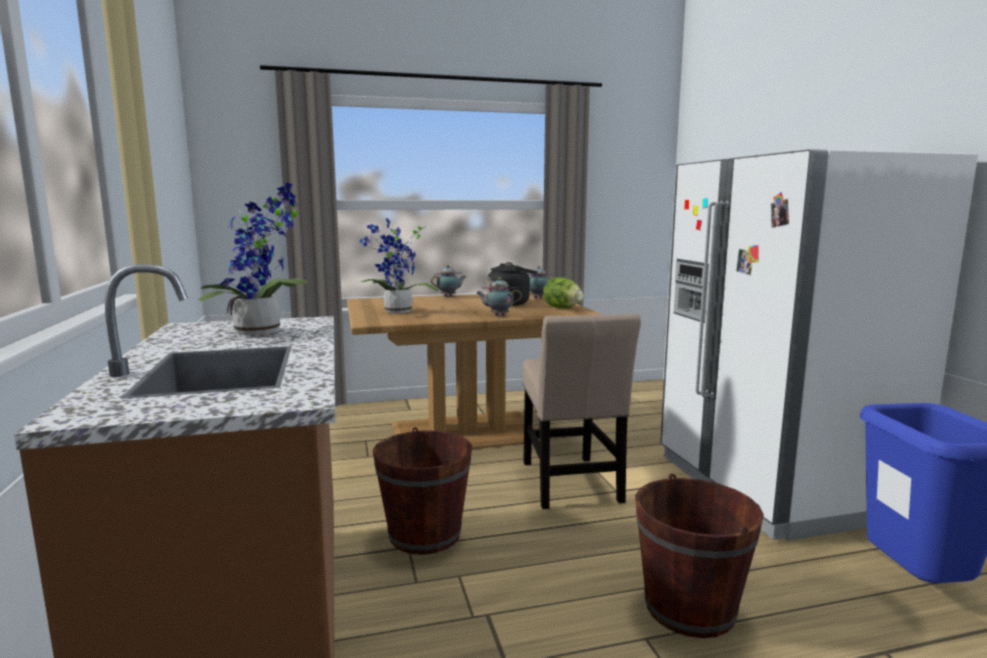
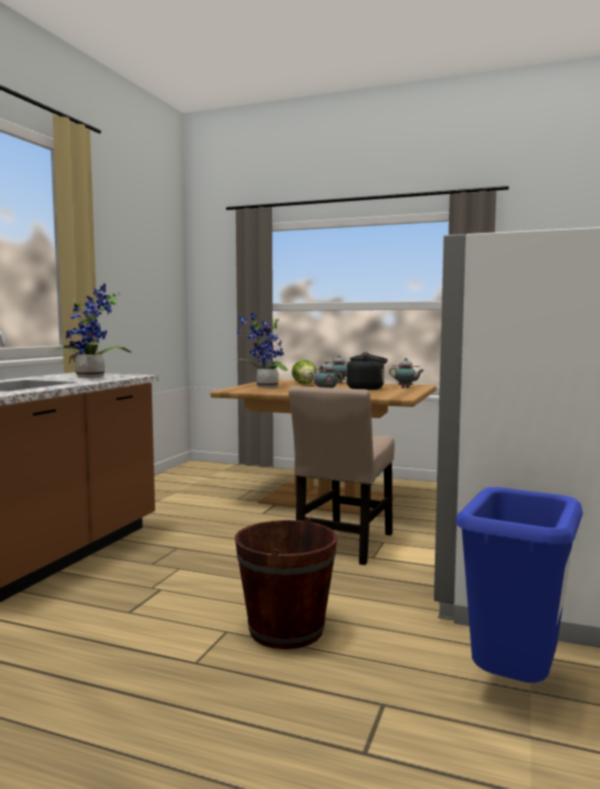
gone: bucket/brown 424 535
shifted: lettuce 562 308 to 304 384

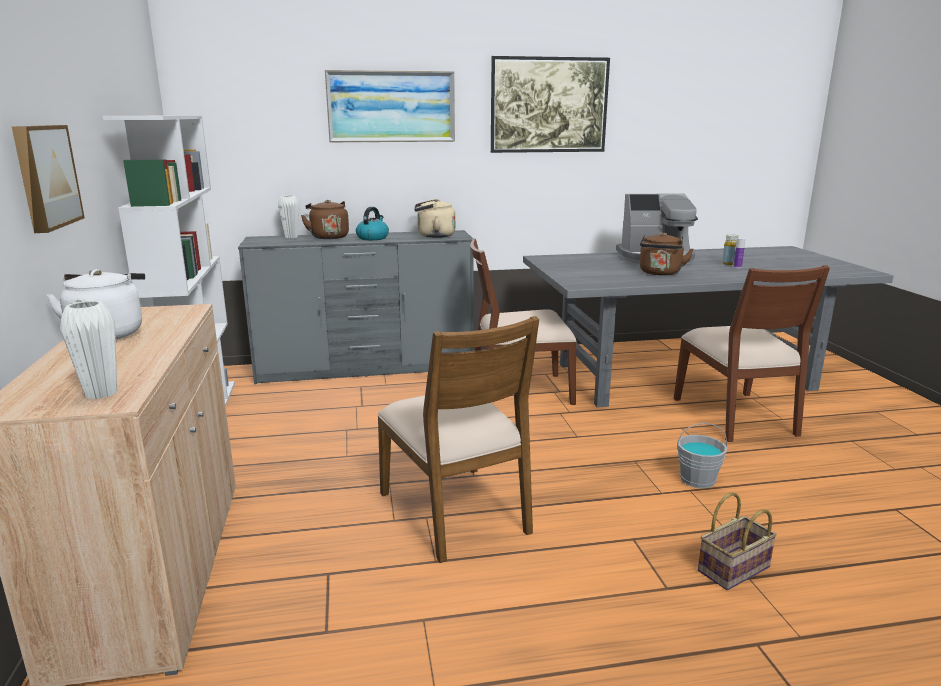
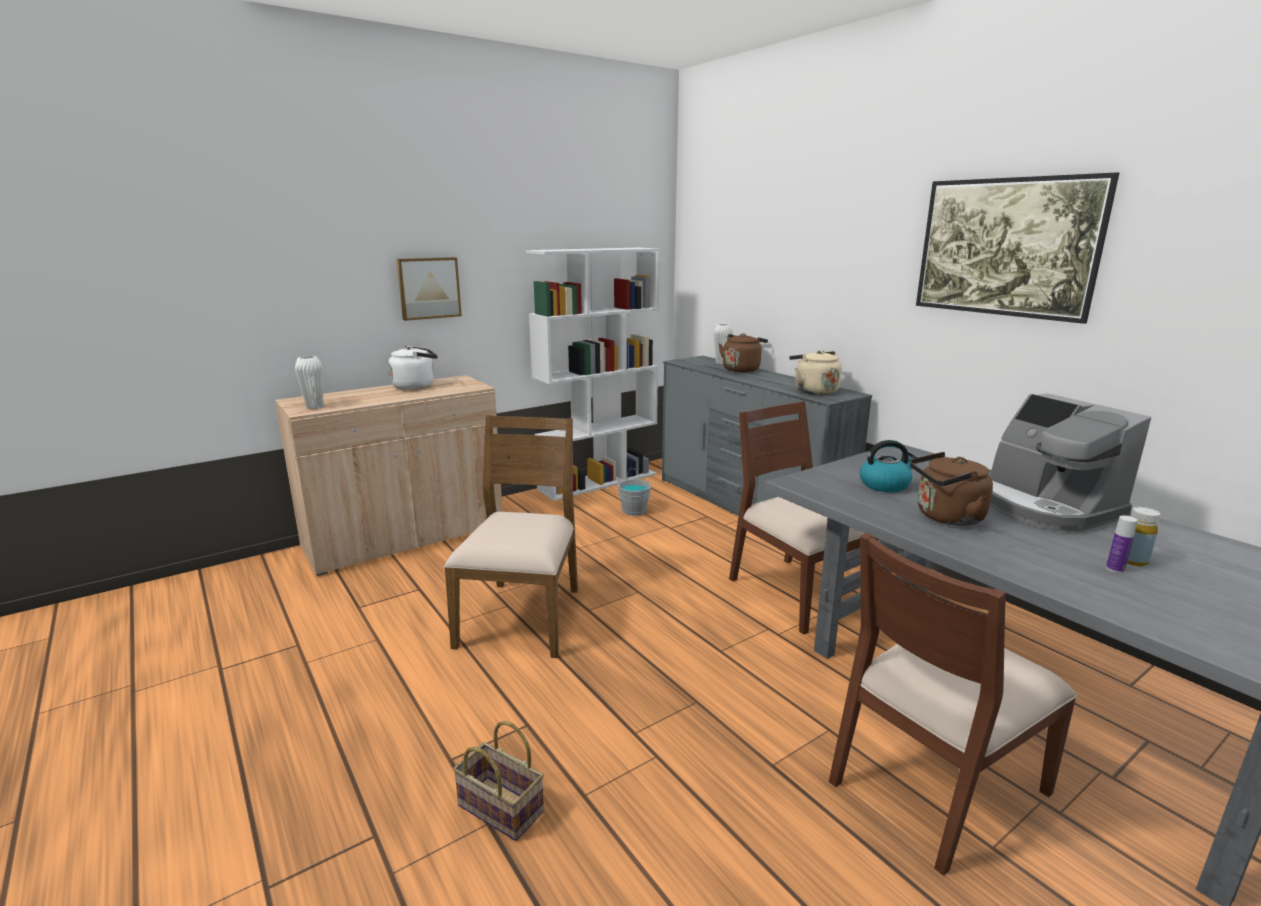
gone: picture 391 106
shifted: kettle 372 238 to 885 485; bucket/grey 697 479 to 634 510
rotated: chair/brown 456 512 = 522 616 150 degrees clockwise

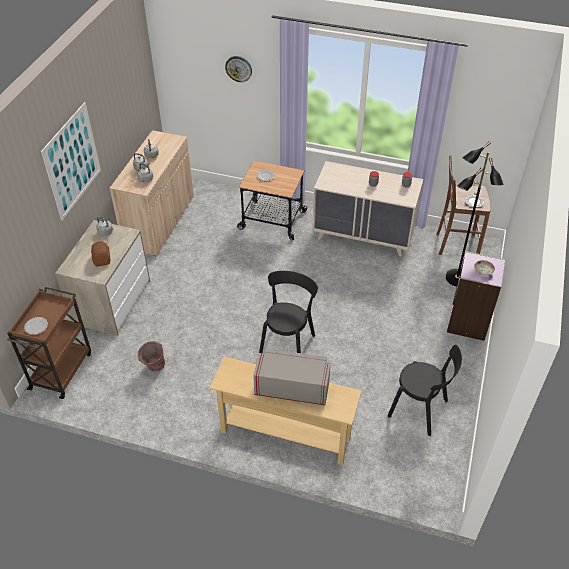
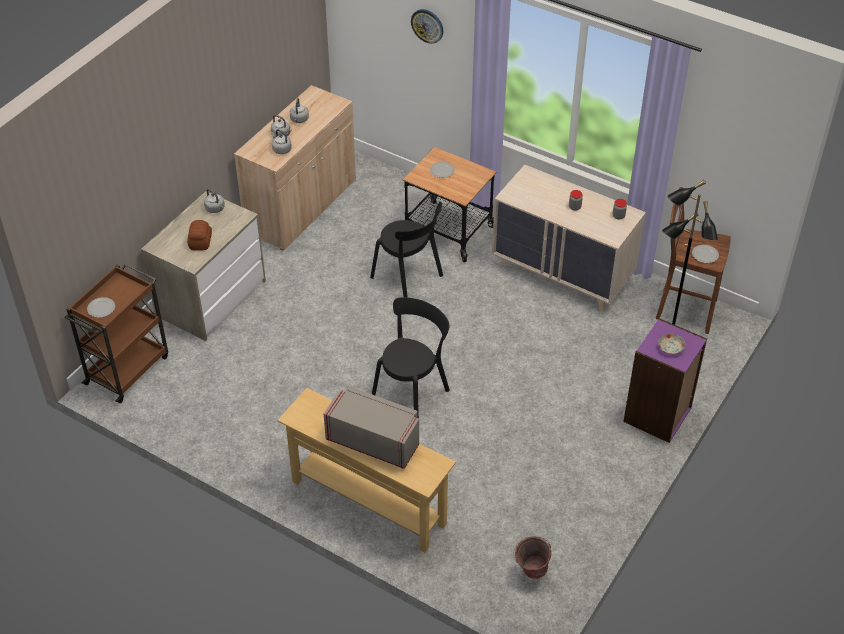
gone: picture 72 161
shifted: bucket 153 368 to 530 572; chair/black 420 410 to 409 278

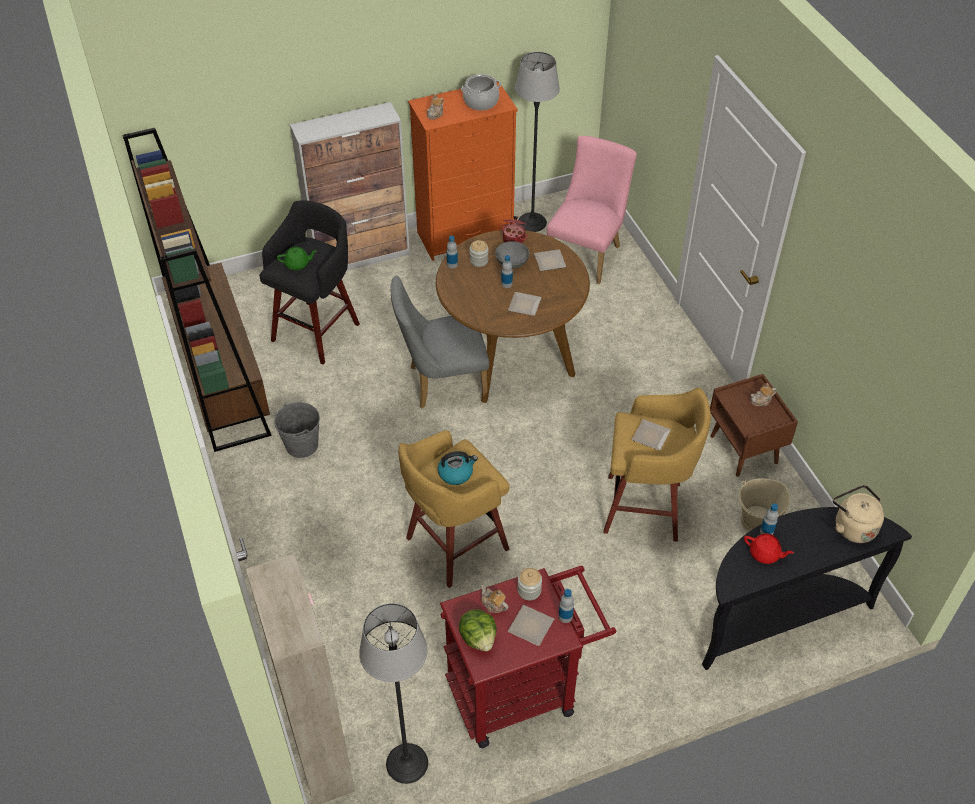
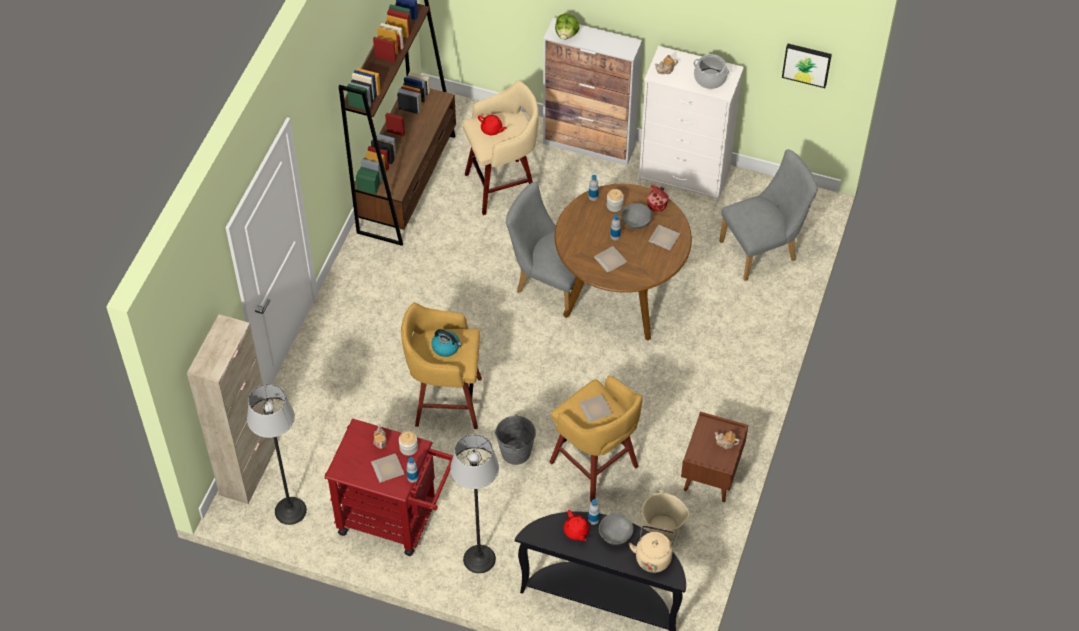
new: bowl/grey 615 535; picture 807 64
shifted: bucket/grey 301 445 to 515 452; lettuce 478 638 to 566 34; floor lamp 532 222 to 479 559
repainted: stool/black 317 330 to stool/beige 503 186; teapot/green 297 264 to teapot/red 492 129; dresser/orange 466 236 to dresser/white 685 176; chair/pink 587 253 to chair/grey 763 250

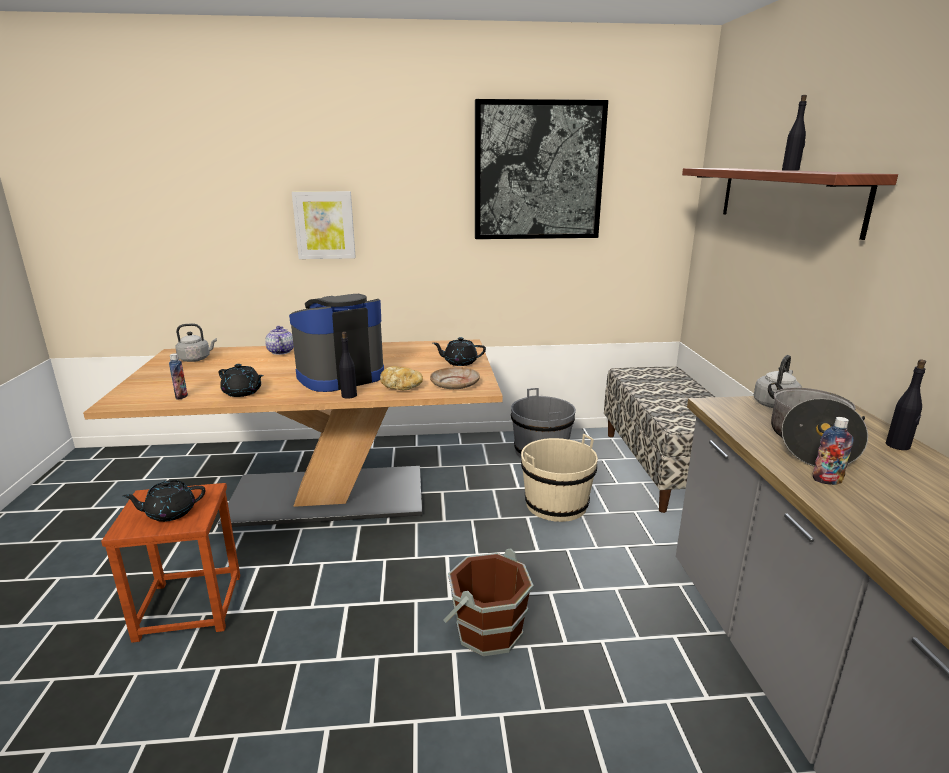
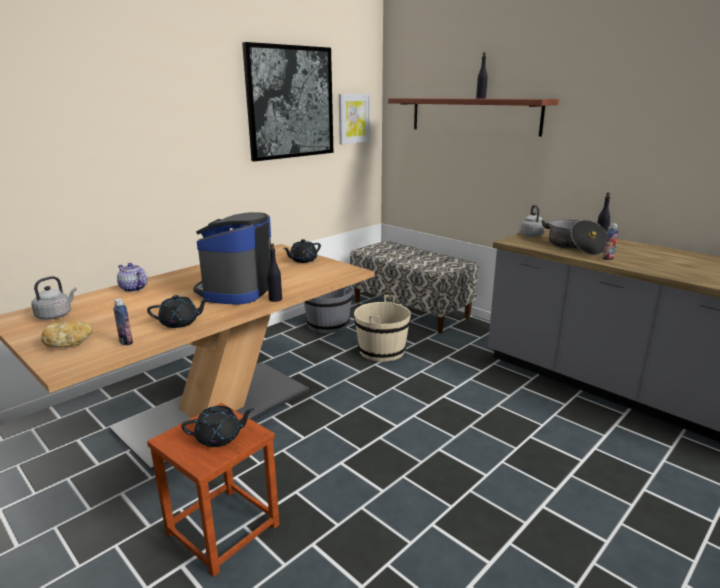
gone: plate/beige 455 384; bucket/brown 487 630
shifted: picture 324 225 to 353 118; bread 402 387 to 69 343
rotated: teapot/black 170 513 = 219 437 135 degrees counterclockwise

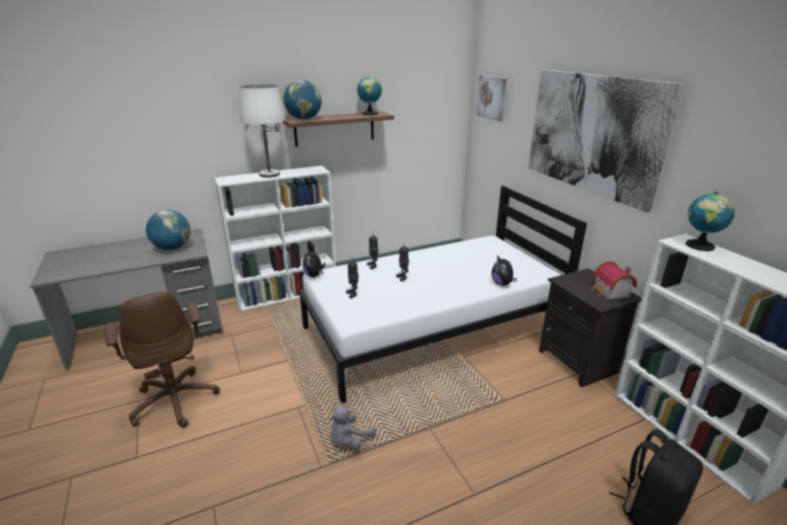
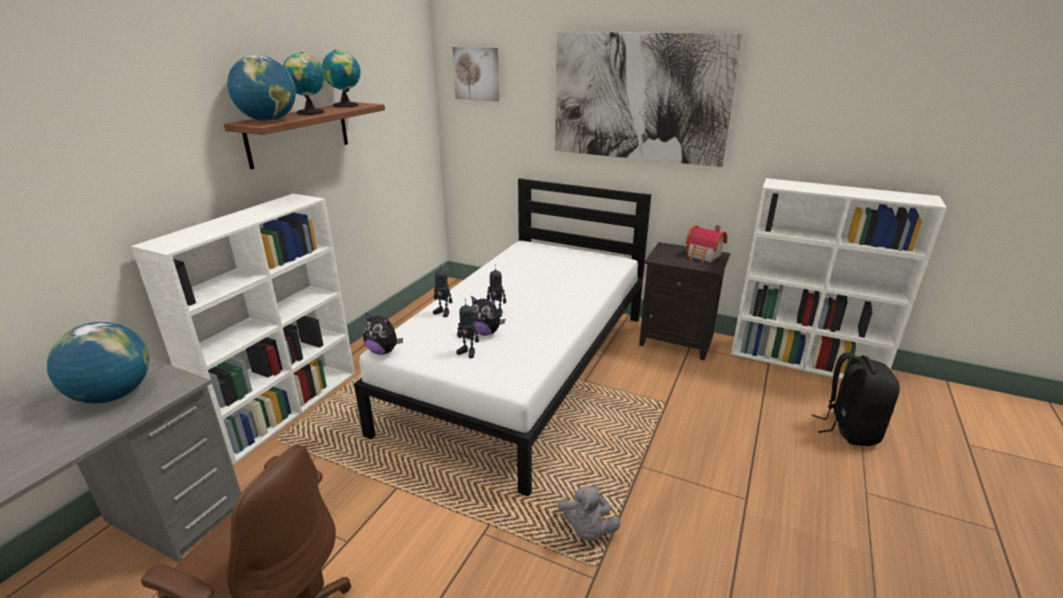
gone: table lamp/white 269 175
shifted: plush toy 502 284 to 485 332; globe 700 246 to 310 113

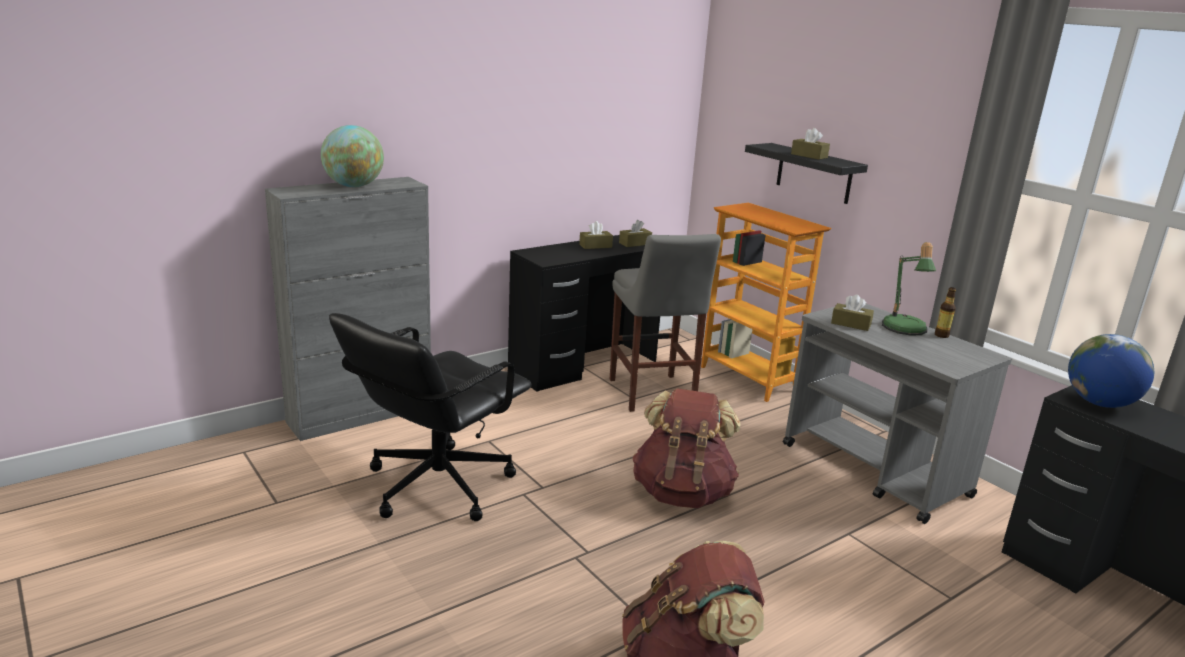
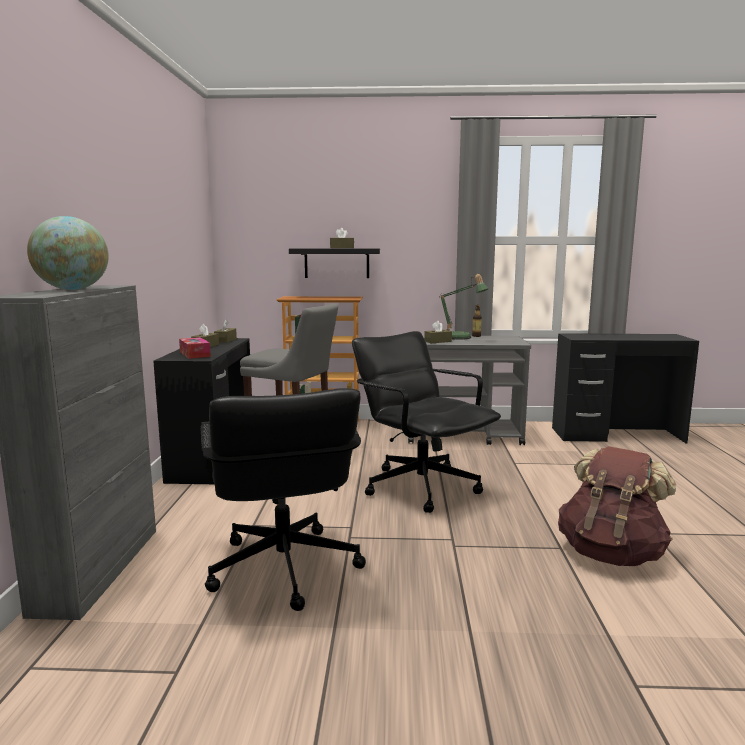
gone: globe 1100 403
new: tissue box 195 354
swapped: backpack/brown 682 493 to office chair/black 421 486

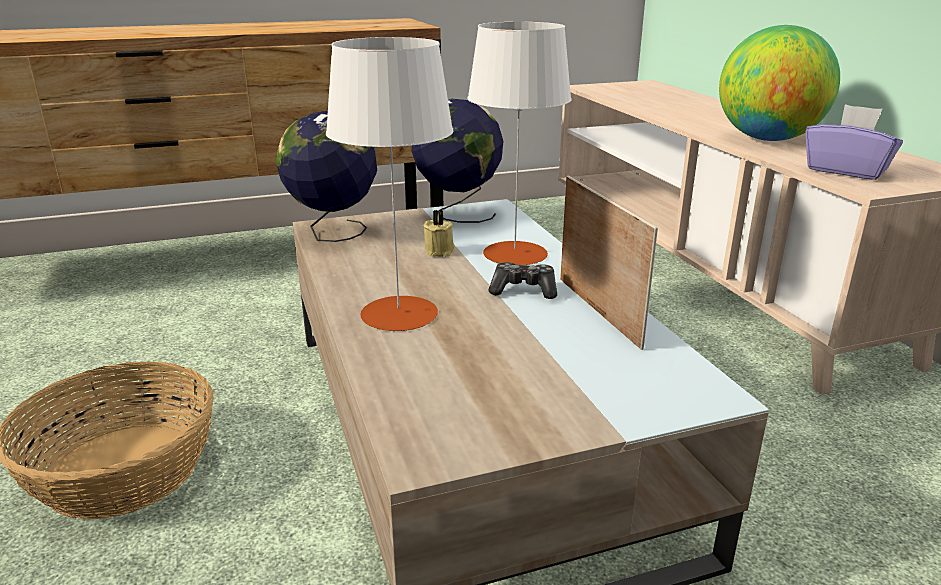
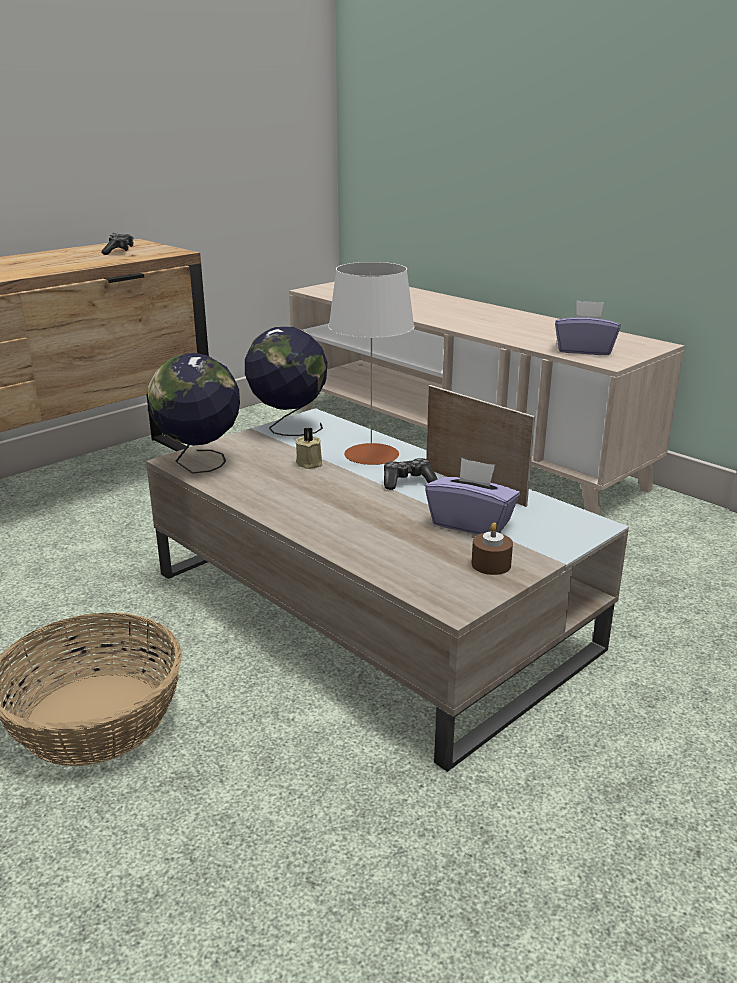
gone: table lamp/white 398 313; globe 768 139
new: game controller 119 251; tissue box/purple 471 523; candle/brown 491 564

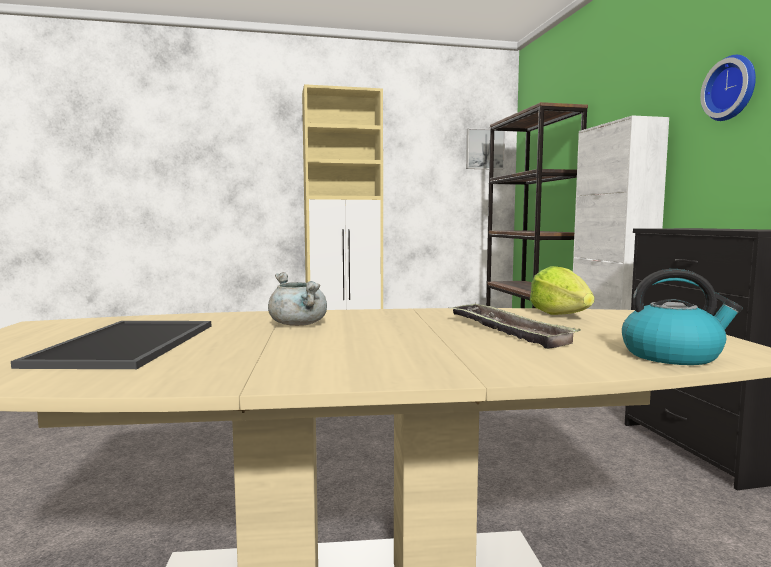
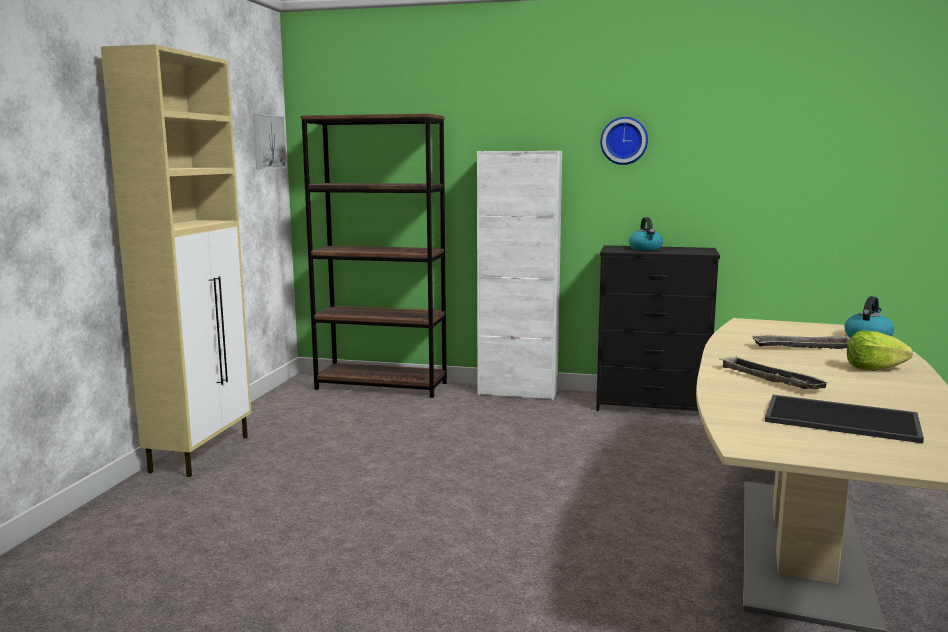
new: kettle 645 249
shifted: lettuce 560 314 to 873 368
swapped: cooking pot/grey 299 324 to tray 770 379

